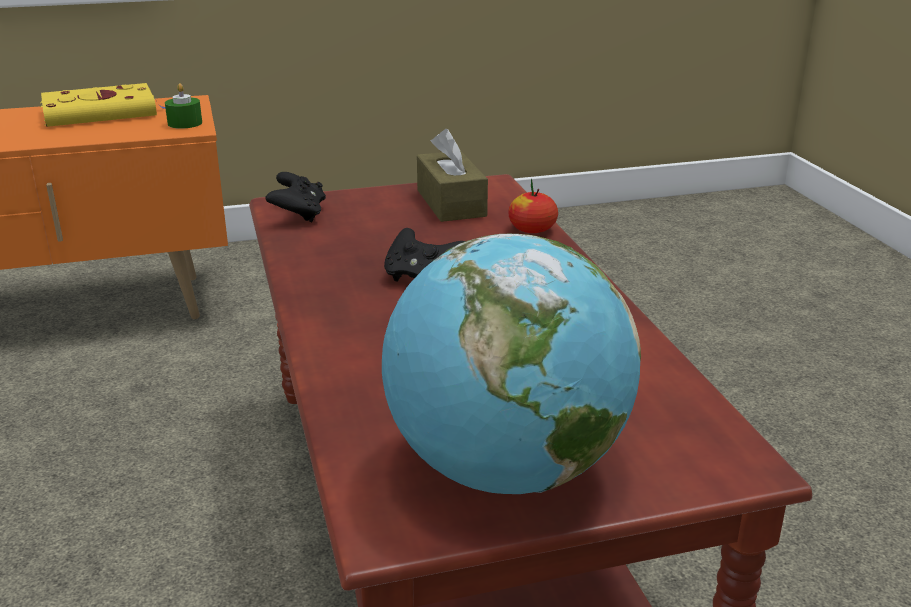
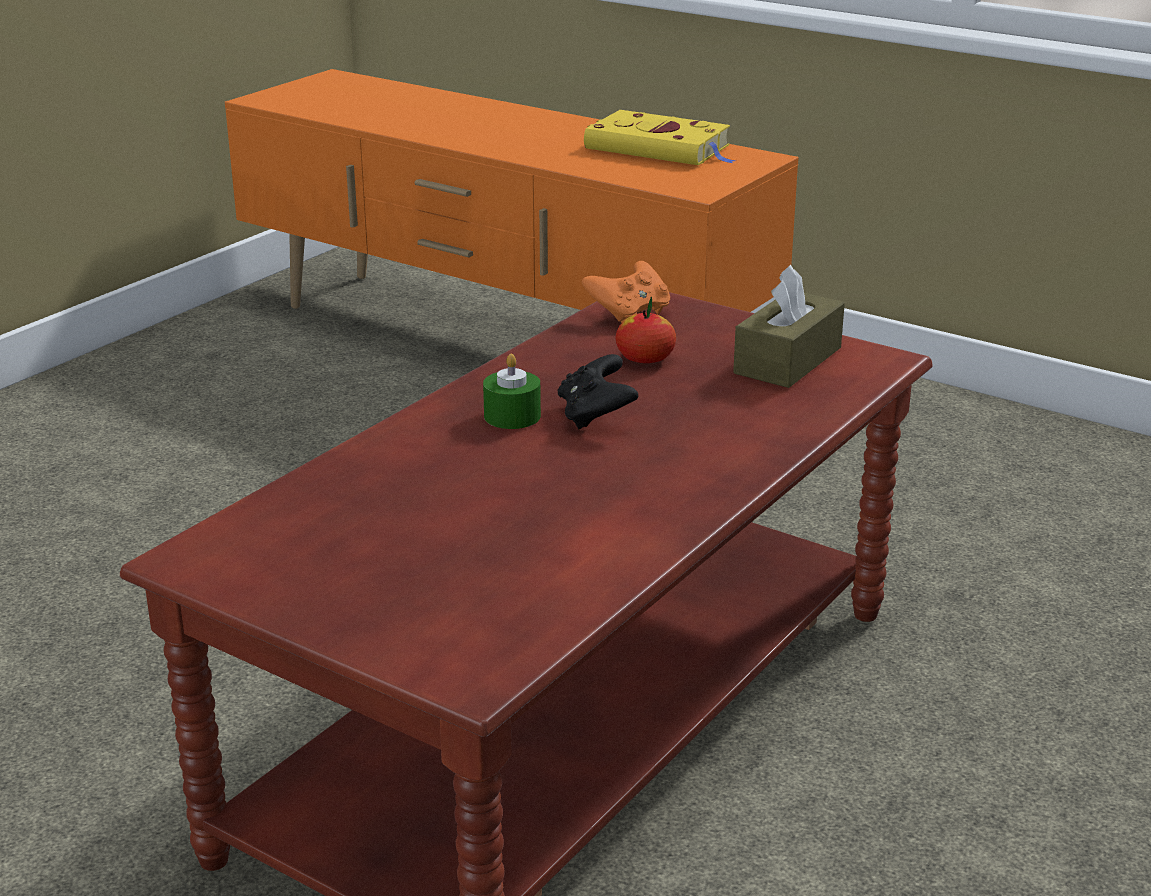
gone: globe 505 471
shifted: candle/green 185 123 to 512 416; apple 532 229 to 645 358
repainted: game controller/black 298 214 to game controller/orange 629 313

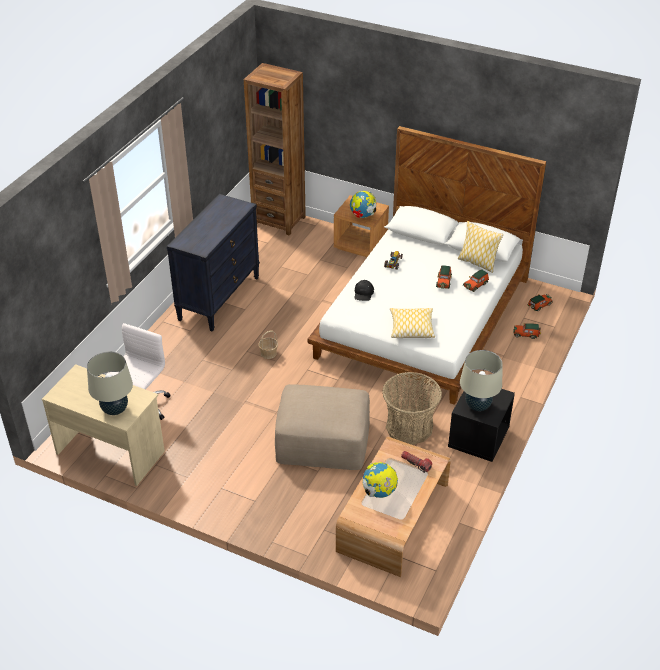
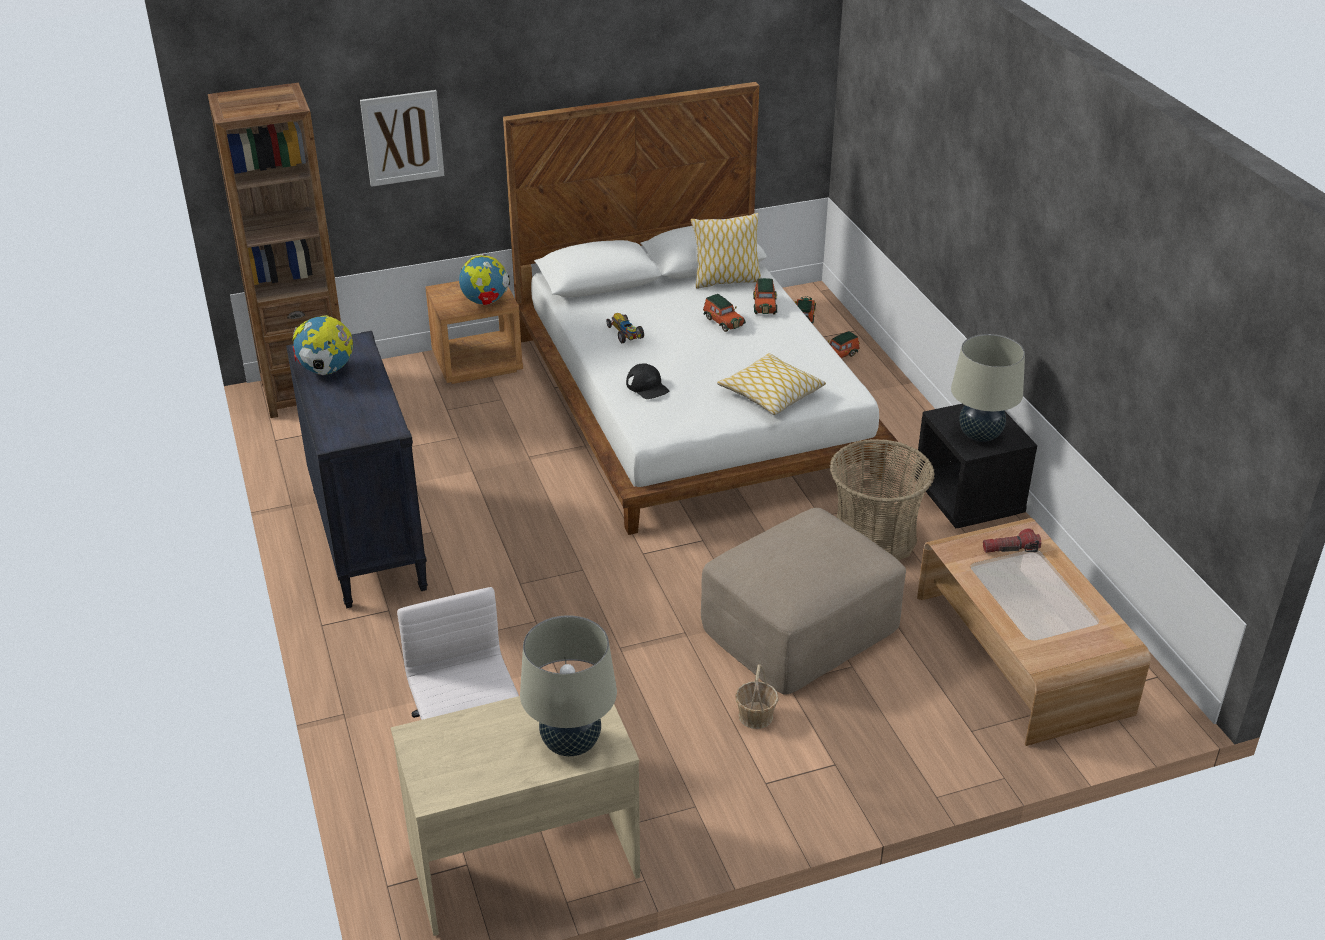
new: picture 402 138
shifted: basket 268 353 to 755 716; globe 379 492 to 326 371

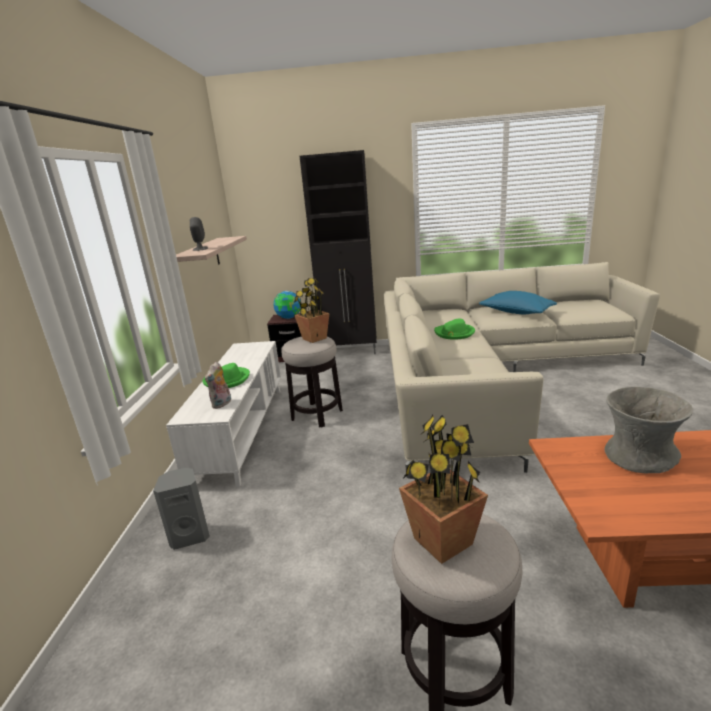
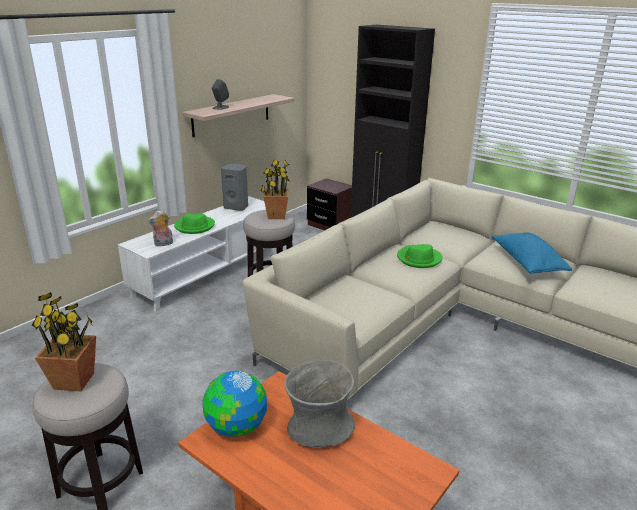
shifted: speaker/grey 190 535 to 236 207; globe 289 317 to 236 427

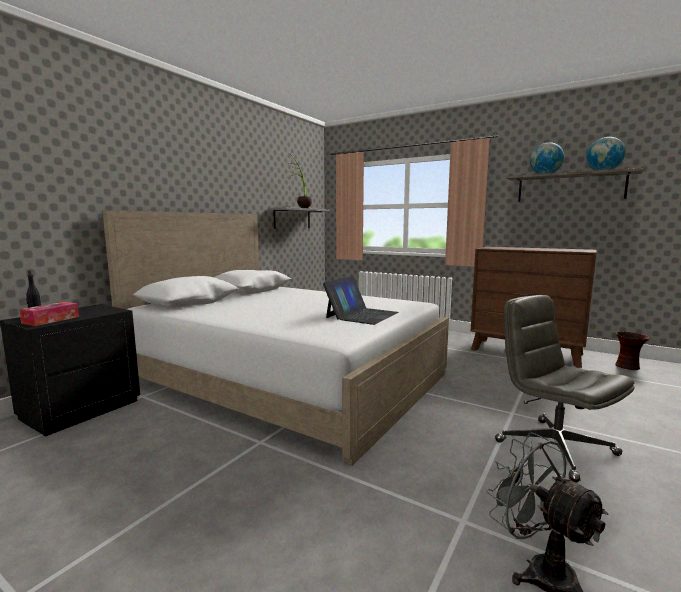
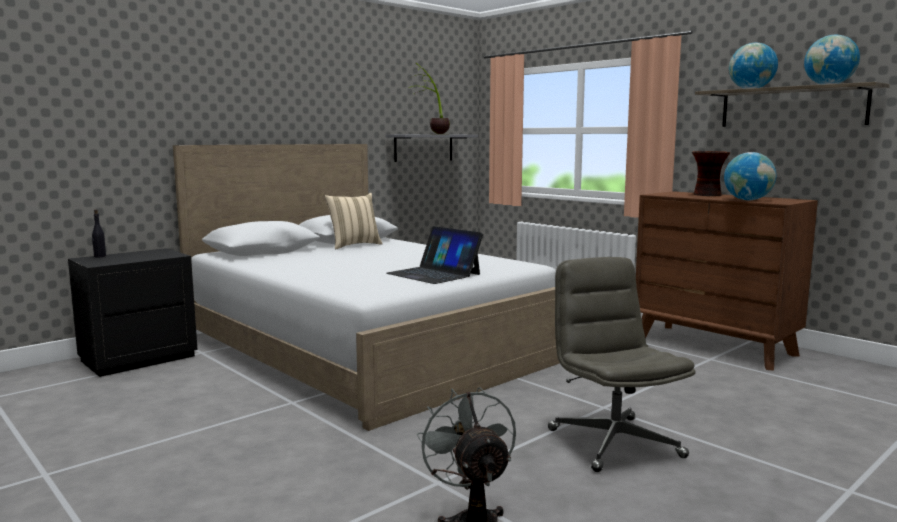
gone: tissue box 51 320
new: pillow/beige 354 245; globe 748 200
shifted: vase 628 367 to 708 195
rotated: laptop 362 315 = 434 274 90 degrees clockwise

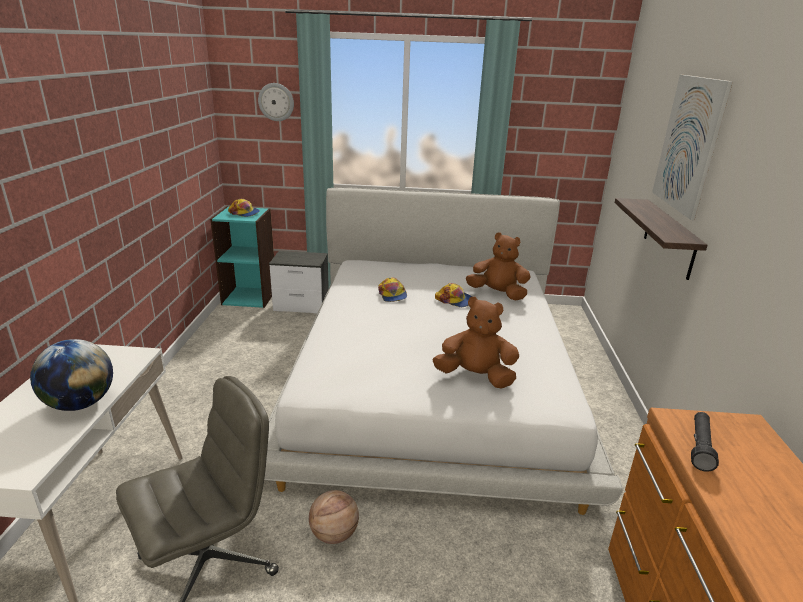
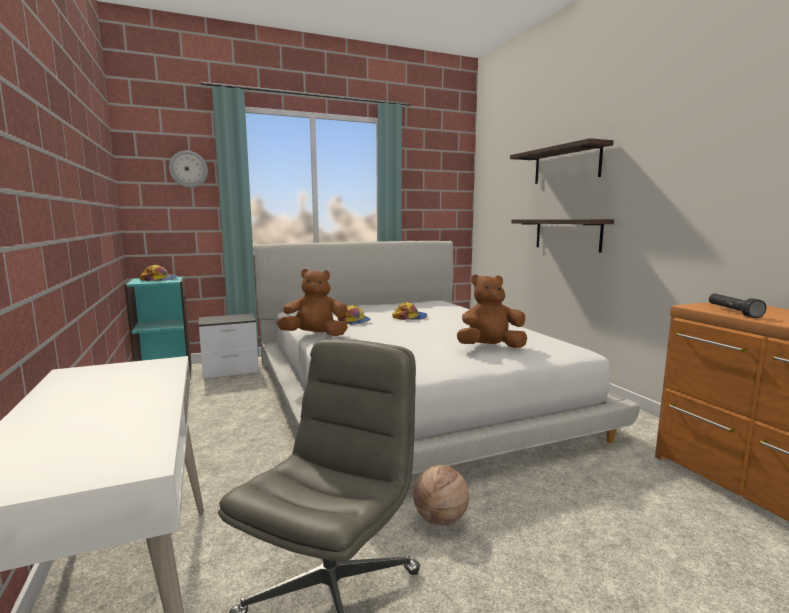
gone: globe 80 403
shifted: plush toy/brown 497 294 to 315 335
swapped: picture 688 144 to shelf 566 165

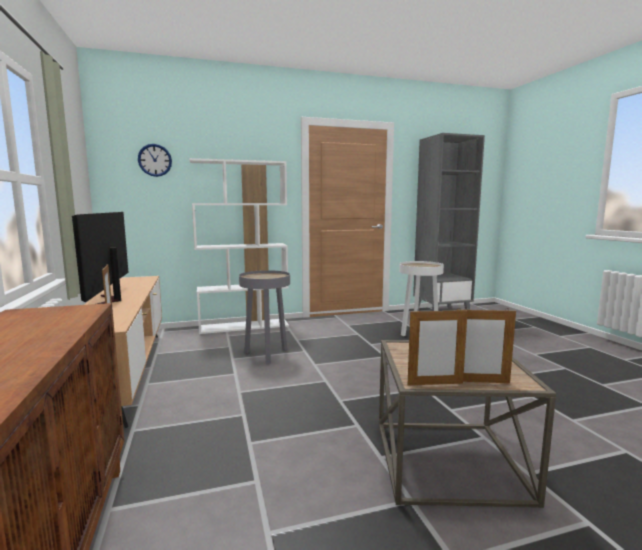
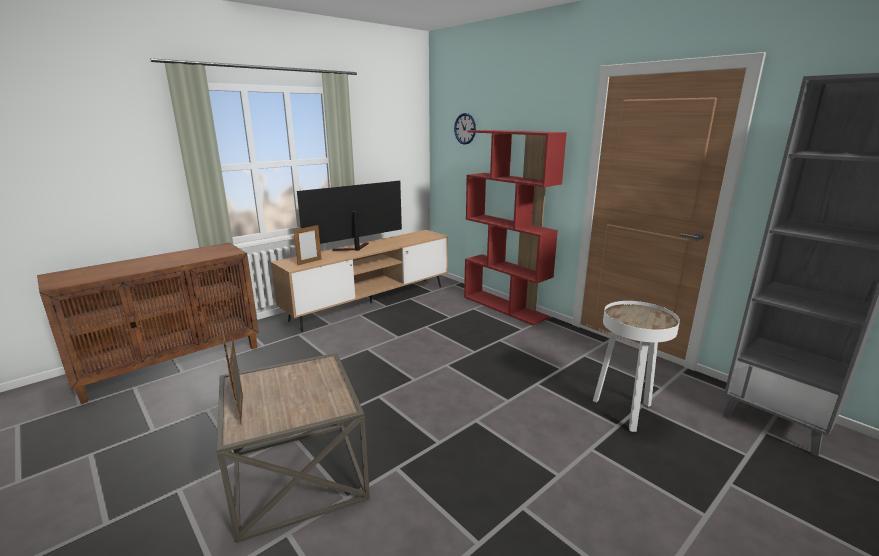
gone: side table/grey 266 355
repainted: bookcase/white 244 326 to bookcase/red 505 307

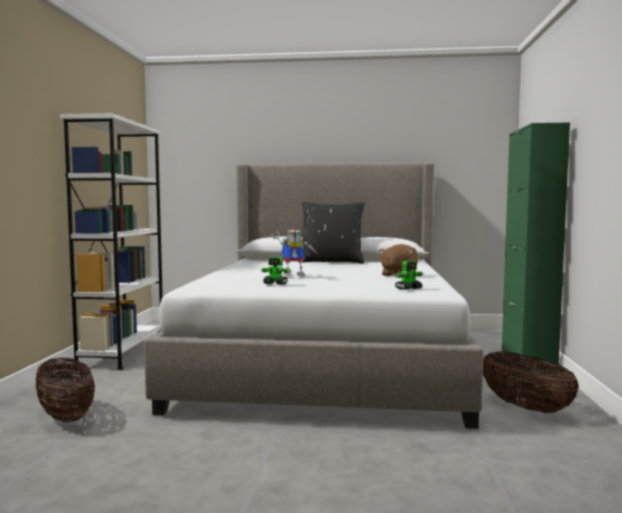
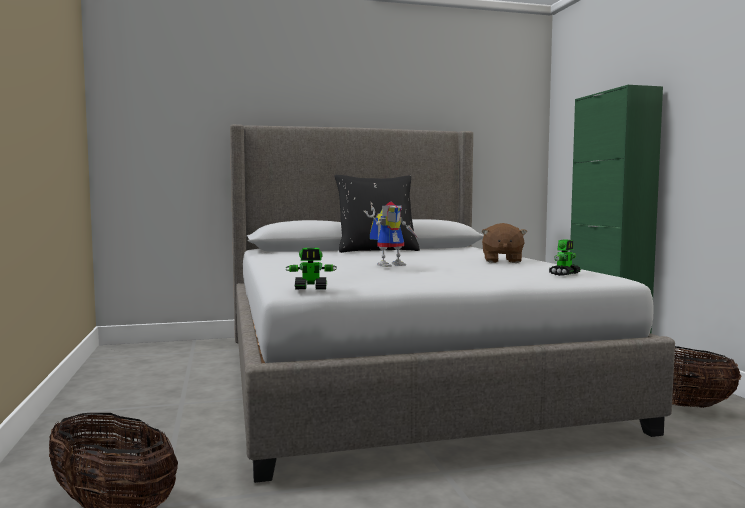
gone: bookcase/white 123 353
shifted: toy robot 275 283 to 311 289

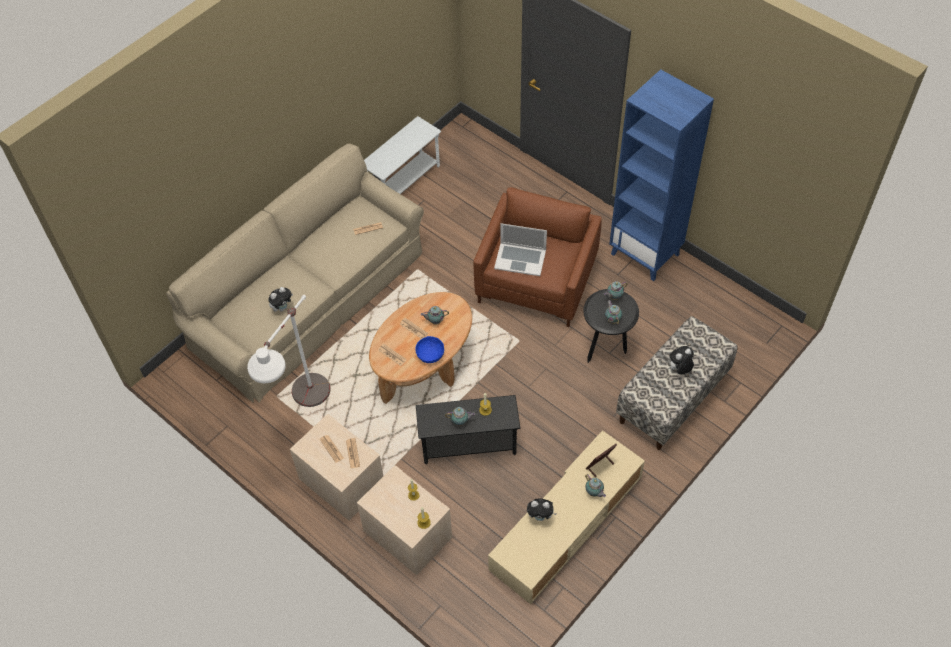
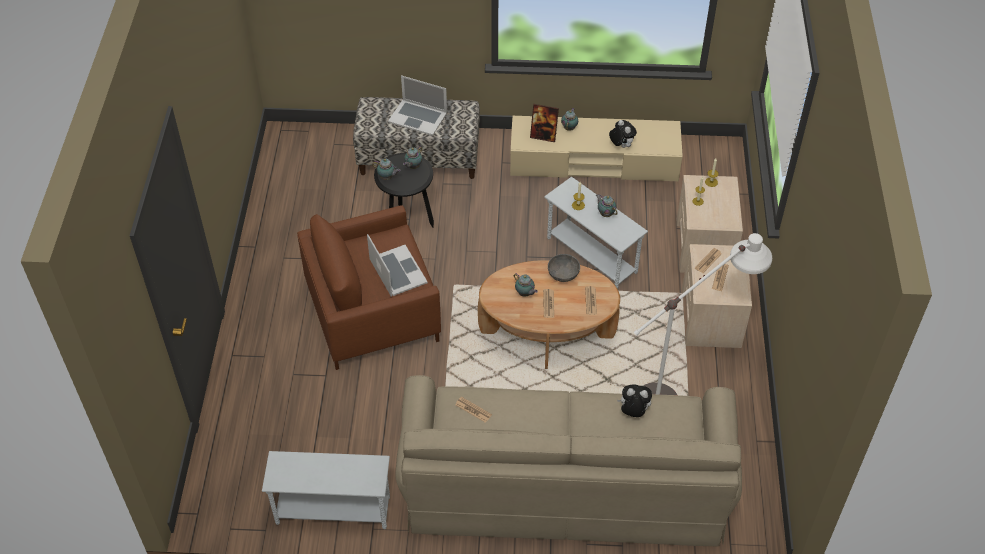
gone: bookcase/blue 645 254
swapped: plush toy 679 369 to laptop 418 117
repainted: bowl/blue 430 354 to bowl/grey 563 274; side table/black 469 447 to side table/white 592 255

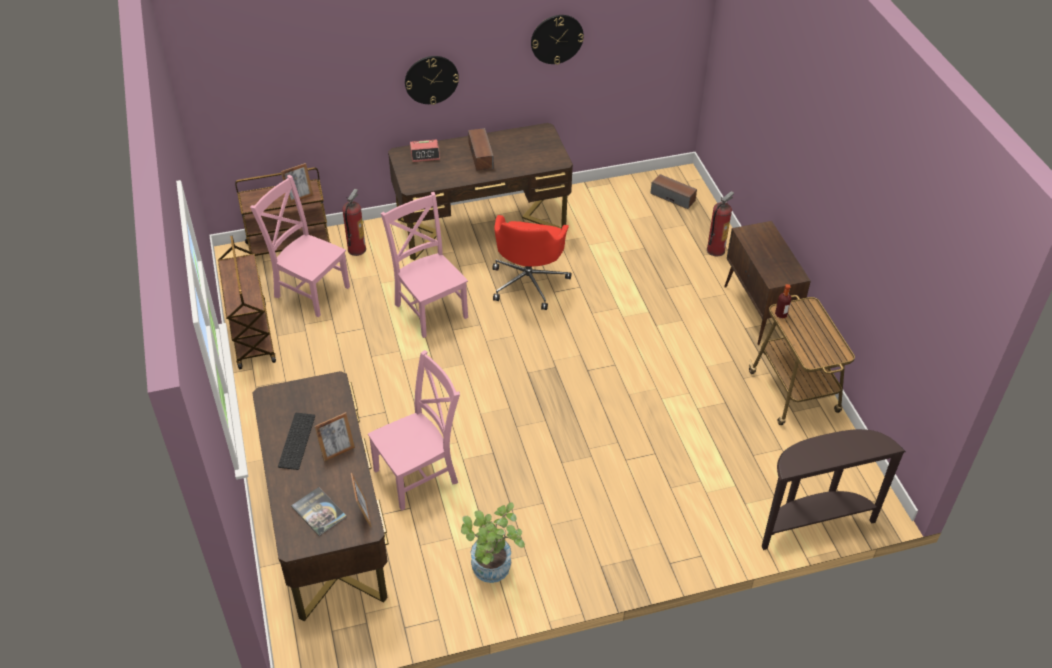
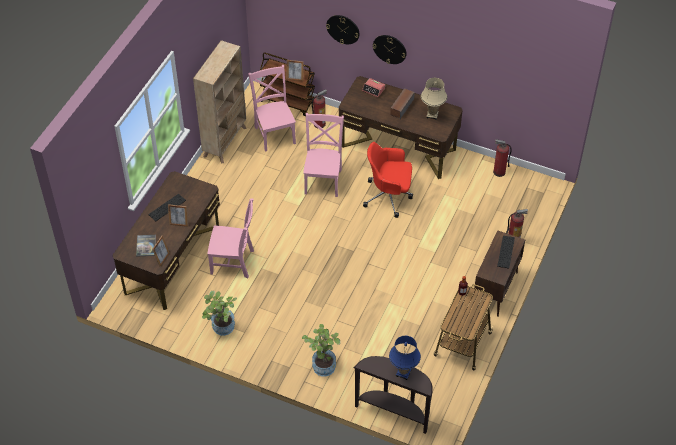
gone: speaker 673 197
new: potted plant 322 364; table lamp/blue 403 373; table lamp/beige 432 115; fire extinguisher 499 172; keyboard 506 252
shifted: wall clock 557 39 to 343 29
swapped: cart/brown 251 335 to bookcase/beige 225 142
rotated: office chair/red 529 282 = 389 196 45 degrees clockwise

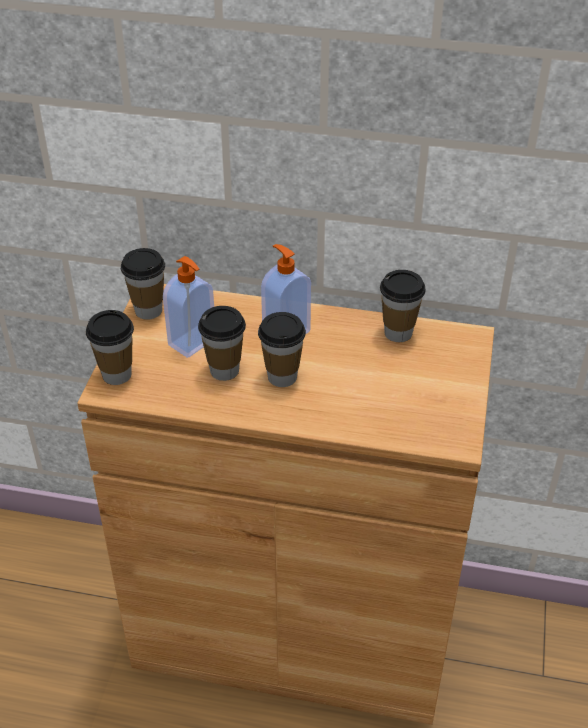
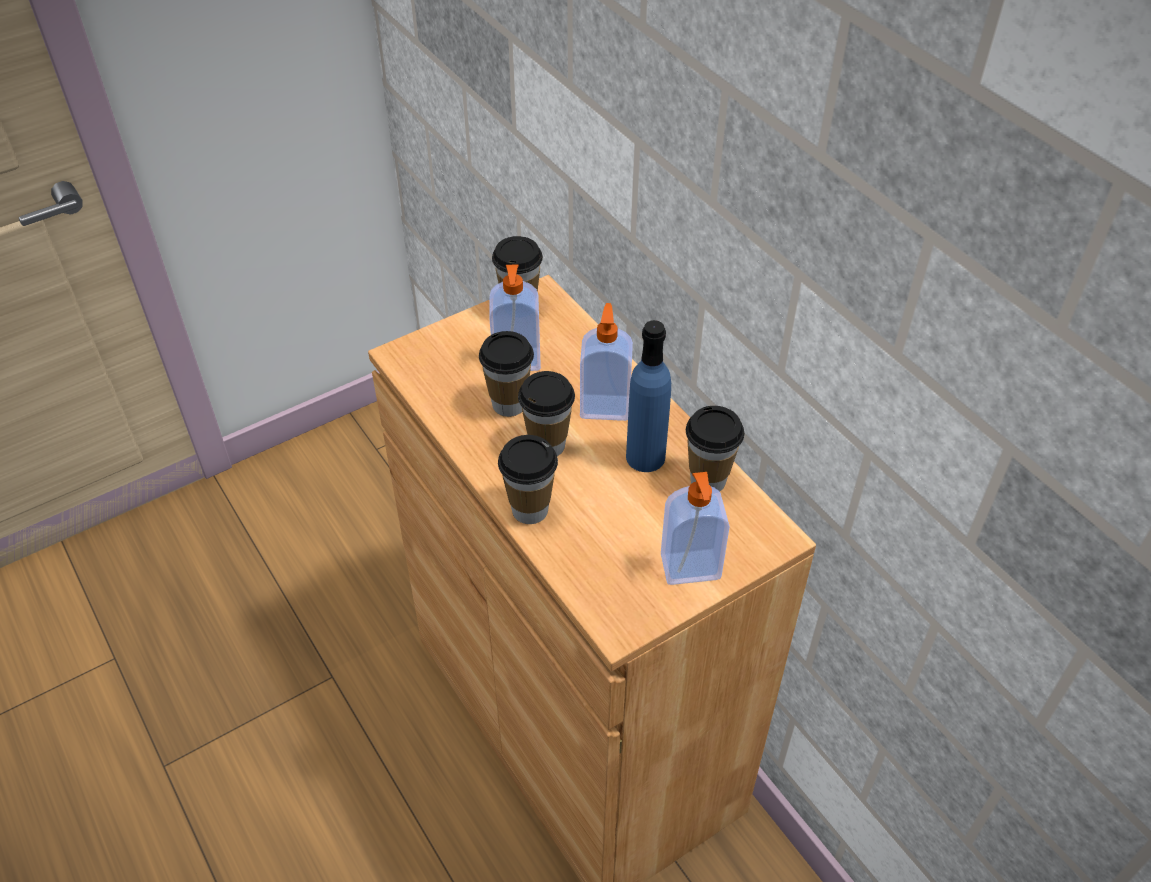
new: bottle/blue 645 457; soap dispenser 690 569
shifted: cup 117 375 to 530 510

